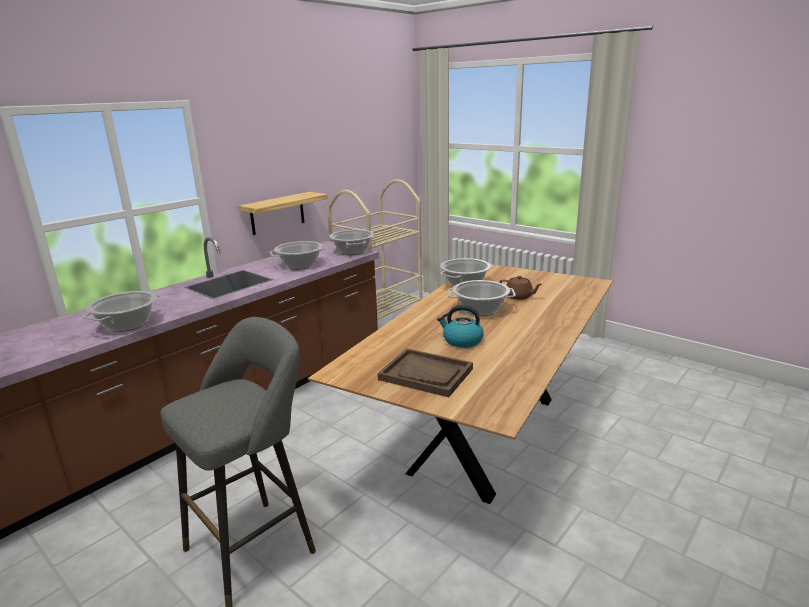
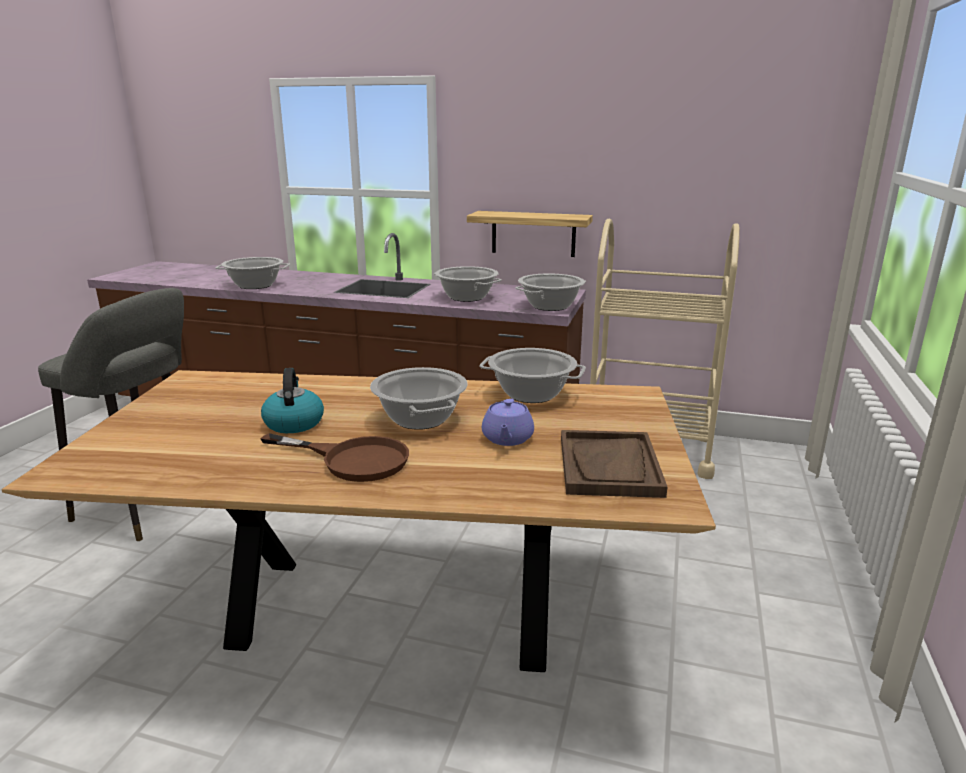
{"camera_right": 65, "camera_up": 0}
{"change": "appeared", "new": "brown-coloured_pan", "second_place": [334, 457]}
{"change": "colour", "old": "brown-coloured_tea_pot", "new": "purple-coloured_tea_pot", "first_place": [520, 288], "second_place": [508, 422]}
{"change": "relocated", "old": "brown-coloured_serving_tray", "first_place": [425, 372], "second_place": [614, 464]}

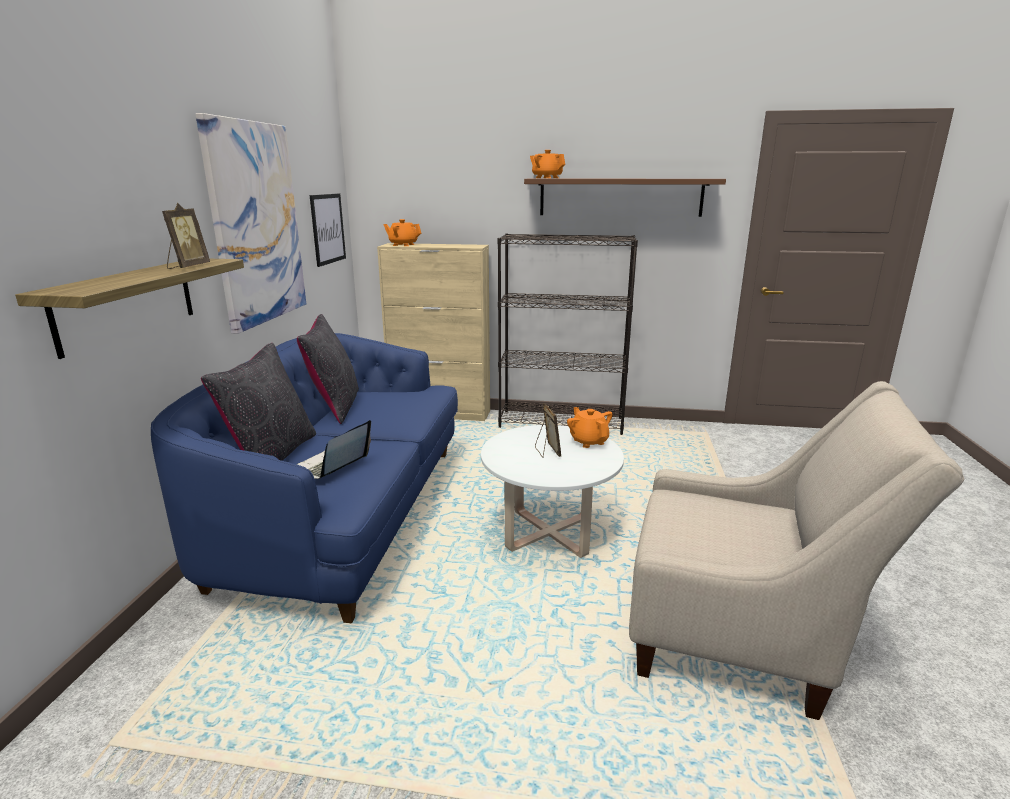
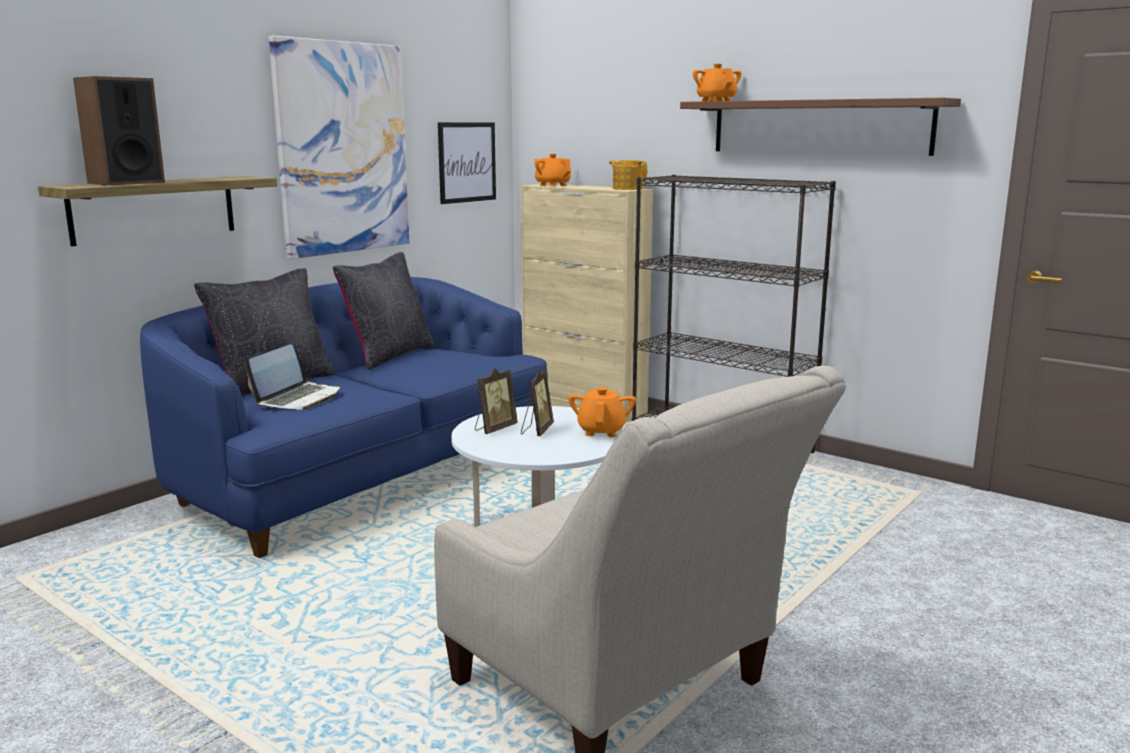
{"camera_right": 30, "camera_up": -5}
{"change": "appeared", "new": "loudspeaker", "second_place": [119, 130]}
{"change": "spun", "old": "notebook_computer", "first_place": [334, 449], "second_place": [292, 377], "degrees": 150}
{"change": "relocated", "old": "photo_frame", "first_place": [186, 236], "second_place": [496, 401]}
{"change": "appeared", "new": "tea_pot", "second_place": [628, 175]}

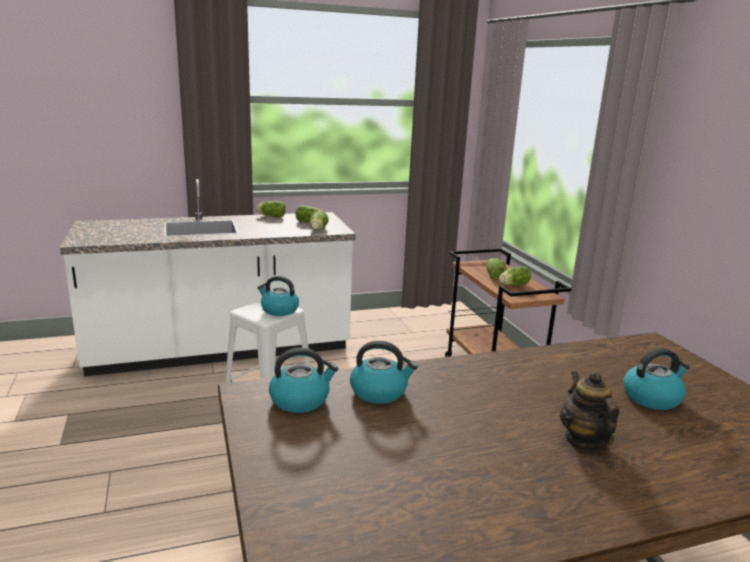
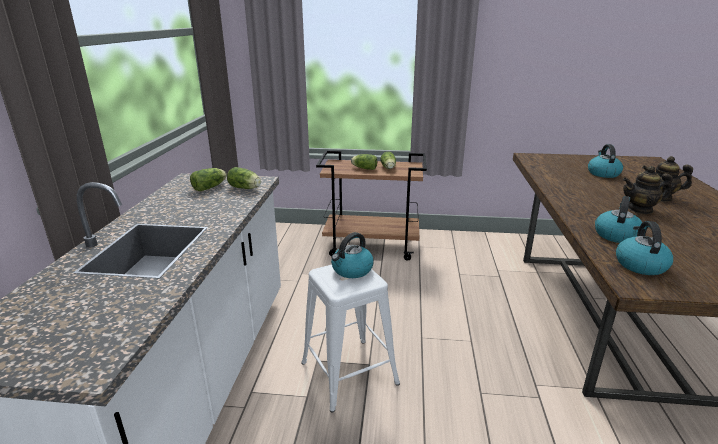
{"camera_right": -65, "camera_up": 5}
{"change": "appeared", "new": "tea_pot", "second_place": [648, 190]}
{"change": "missing", "old": "head_of_lettuce", "first_place": [271, 209]}

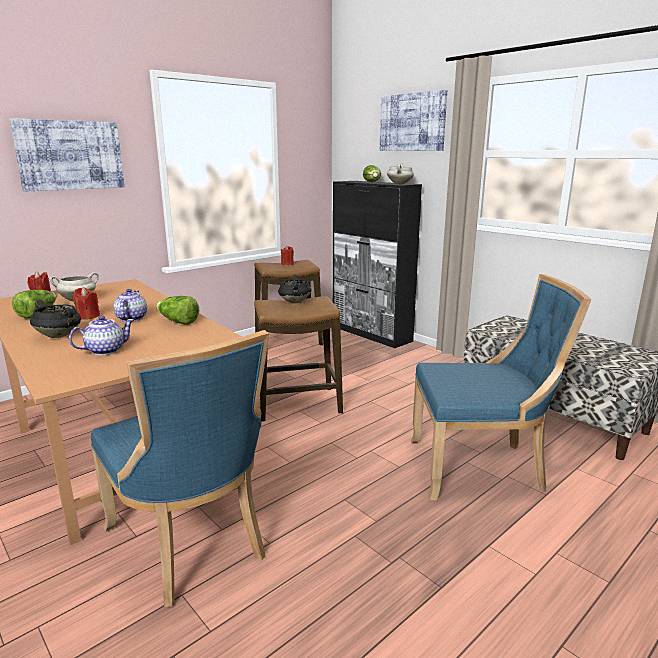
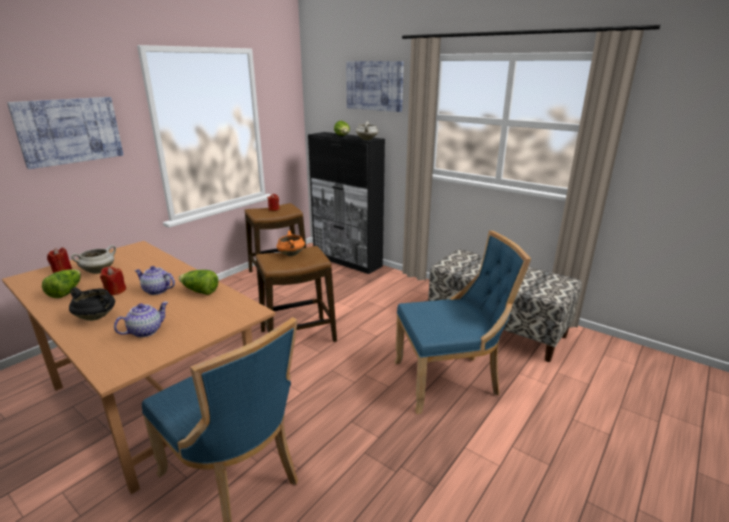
{"camera_right": -10, "camera_up": 5}
{"change": "spun", "old": "tea_pot", "first_place": [130, 305], "second_place": [155, 280], "degrees": -60}
{"change": "colour", "old": "black_stockpot", "new": "orangey_stockpot", "first_place": [295, 289], "second_place": [290, 243]}

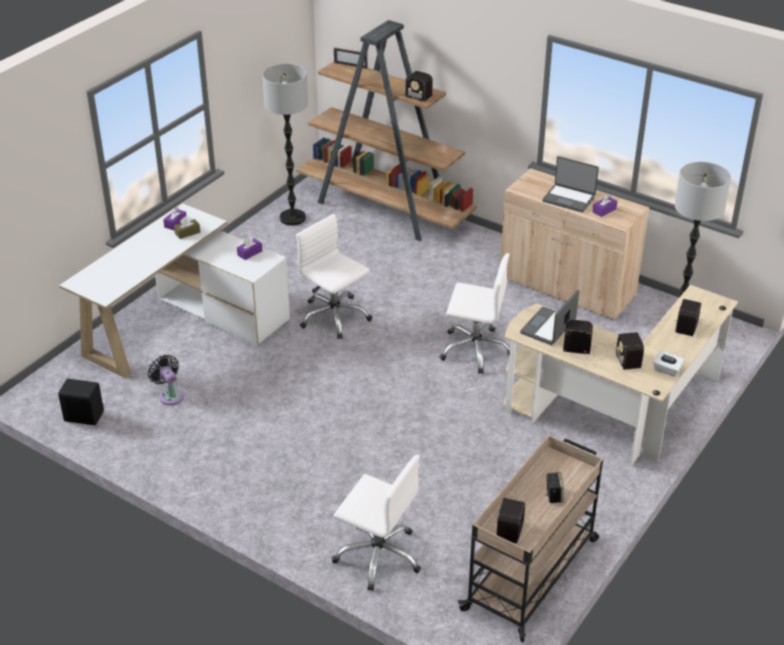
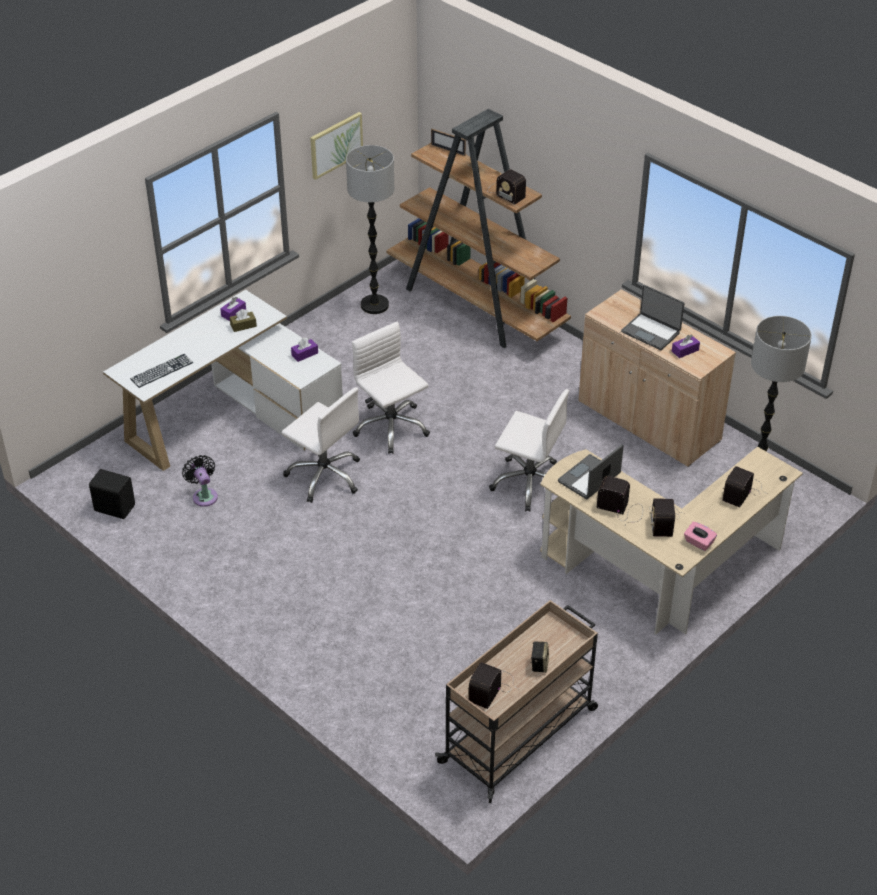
{"camera_right": 10, "camera_up": 5}
{"change": "appeared", "new": "PC_keyboard", "second_place": [161, 371]}
{"change": "relocated", "old": "white-coloured_desk_chair", "first_place": [376, 523], "second_place": [320, 445]}
{"change": "appeared", "new": "picture", "second_place": [336, 146]}
{"change": "colour", "old": "white-coloured_box_of_tissues", "new": "pink_box_of_tissues", "first_place": [668, 364], "second_place": [700, 536]}

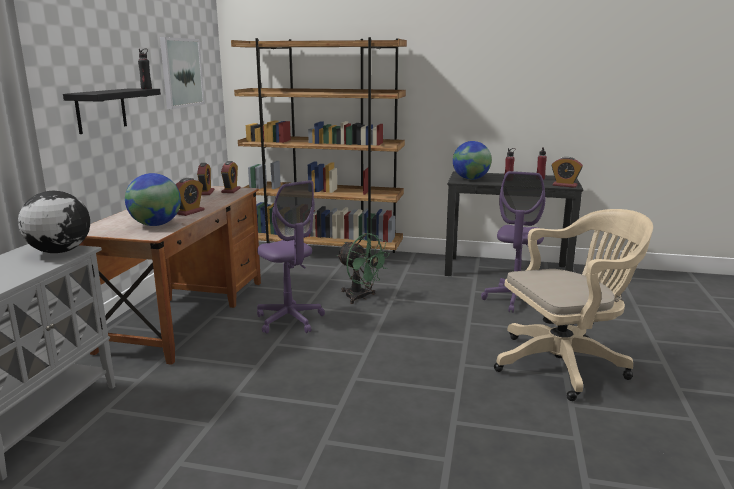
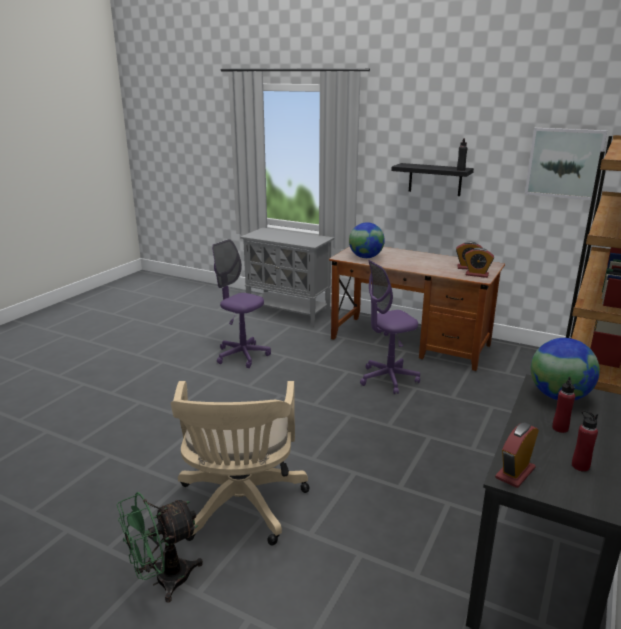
{"camera_right": 105, "camera_up": 5}
{"change": "relocated", "old": "green-coloured_fan", "first_place": [363, 268], "second_place": [160, 547]}
{"change": "relocated", "old": "purple-coloured_desk_chair", "first_place": [513, 242], "second_place": [241, 303]}
{"change": "missing", "old": "globe", "first_place": [54, 222]}
{"change": "missing", "old": "alarm_clock", "first_place": [190, 197]}

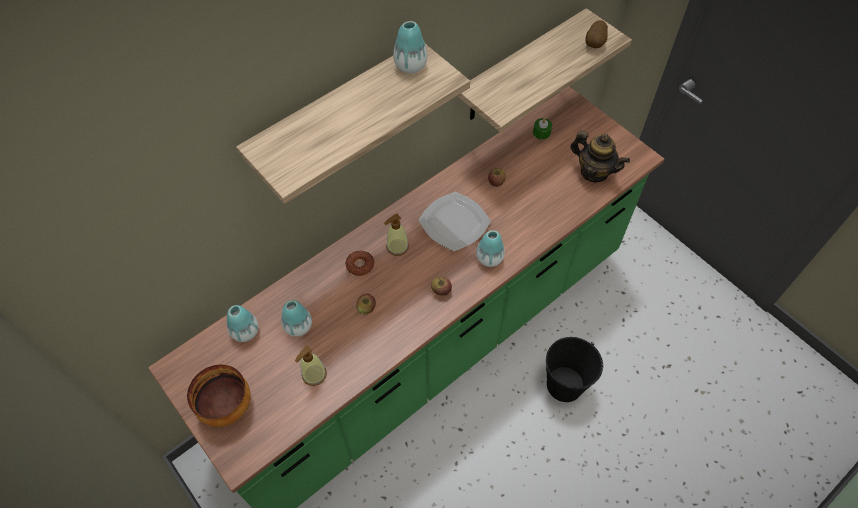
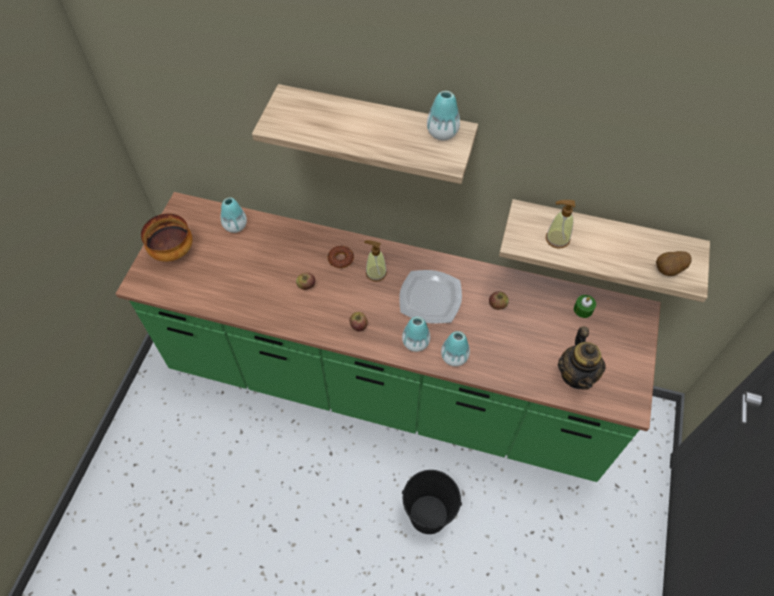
{"camera_right": 55, "camera_up": 0}
{"change": "relocated", "old": "decorative_vase", "first_place": [296, 318], "second_place": [455, 348]}
{"change": "relocated", "old": "soap_bottle", "first_place": [311, 365], "second_place": [560, 224]}

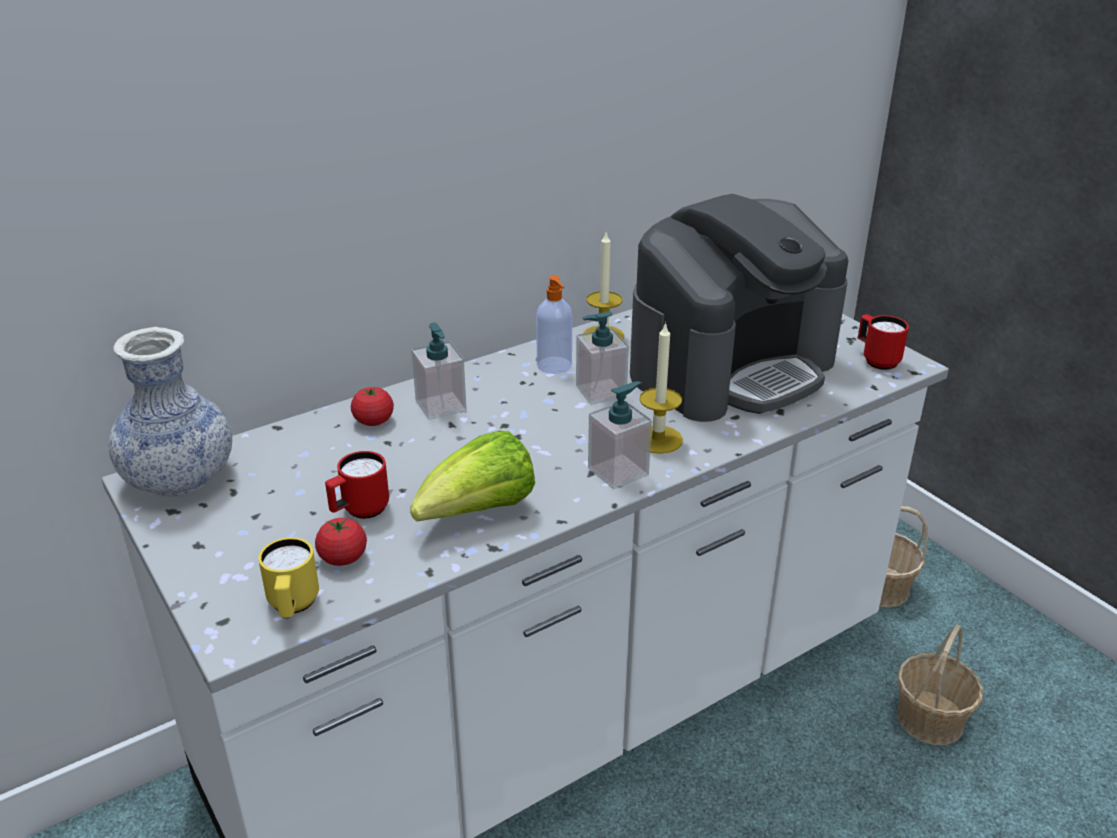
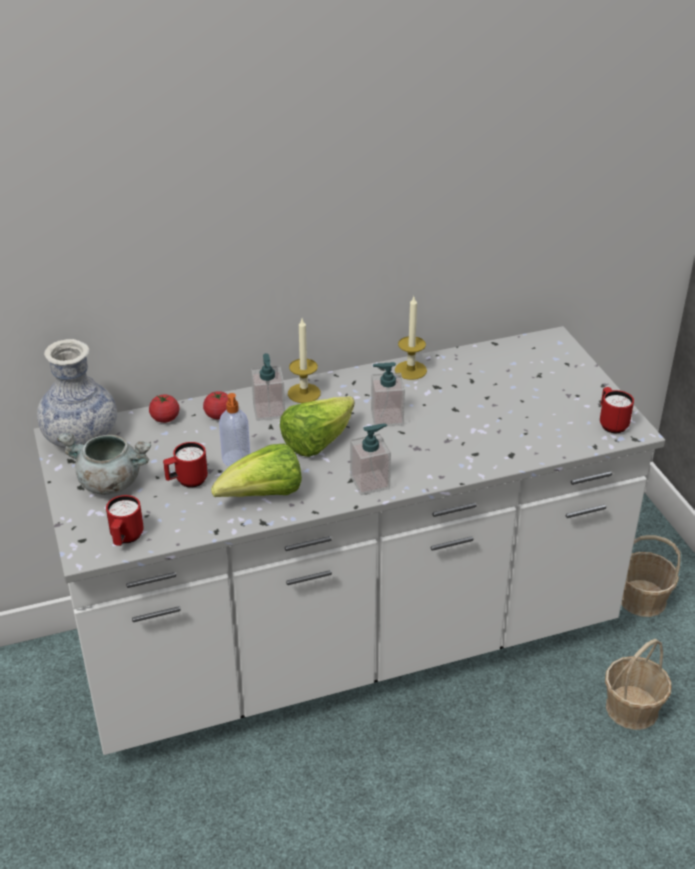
{"camera_right": 15, "camera_up": 5}
{"change": "appeared", "new": "gray_stockpot", "second_place": [104, 464]}
{"change": "colour", "old": "yellow_tea_mug", "new": "reddish_tea_mug", "first_place": [288, 577], "second_place": [125, 520]}
{"change": "relocated", "old": "whole_tomato", "first_place": [341, 542], "second_place": [164, 408]}
{"change": "relocated", "old": "soap_bottle", "first_place": [554, 325], "second_place": [234, 429]}
{"change": "appeared", "new": "head_of_lettuce", "second_place": [317, 426]}
{"change": "relocated", "old": "wax_candle", "first_place": [661, 388], "second_place": [304, 361]}
{"change": "missing", "old": "coffee_maker", "first_place": [739, 308]}

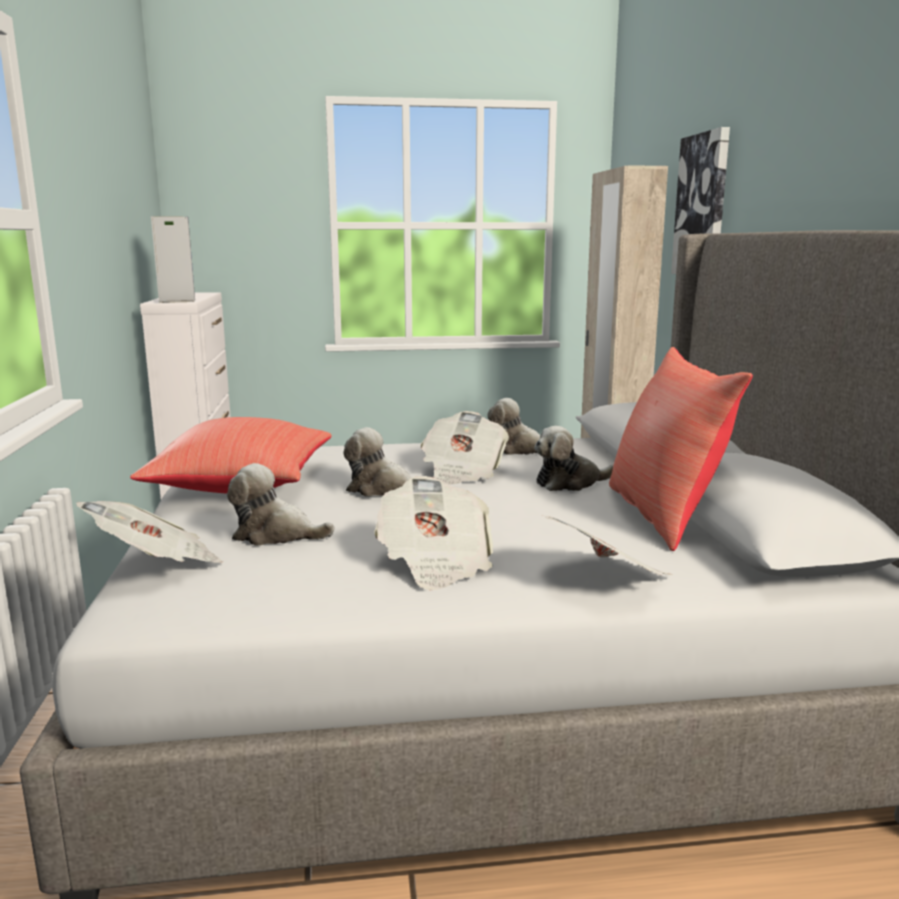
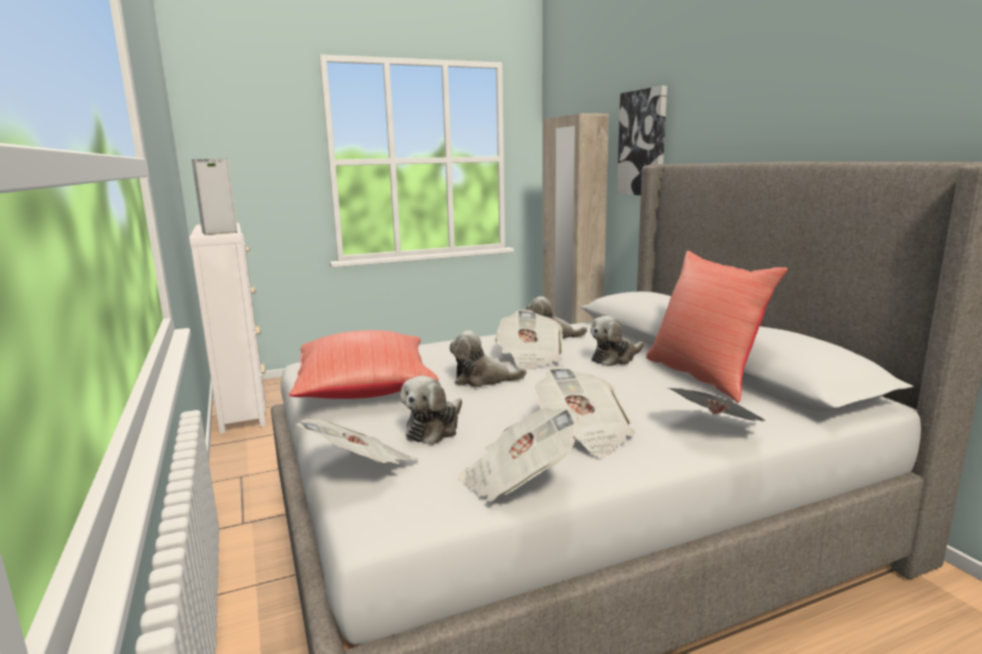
{"camera_right": -15, "camera_up": 0}
{"change": "spun", "old": "plush_toy", "first_place": [280, 504], "second_place": [431, 410], "degrees": -60}
{"change": "appeared", "new": "printed_paper", "second_place": [518, 455]}

